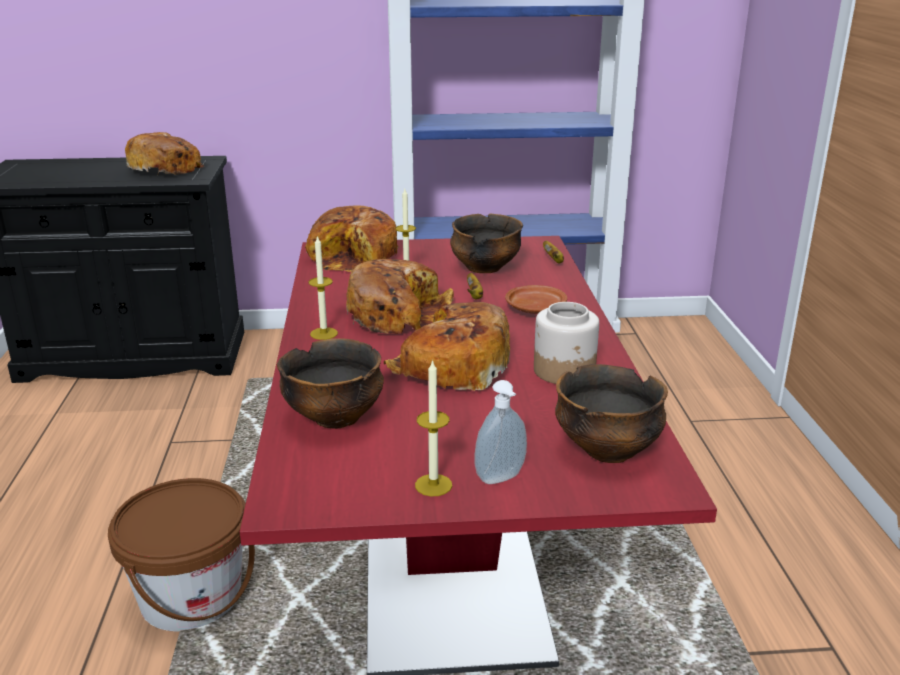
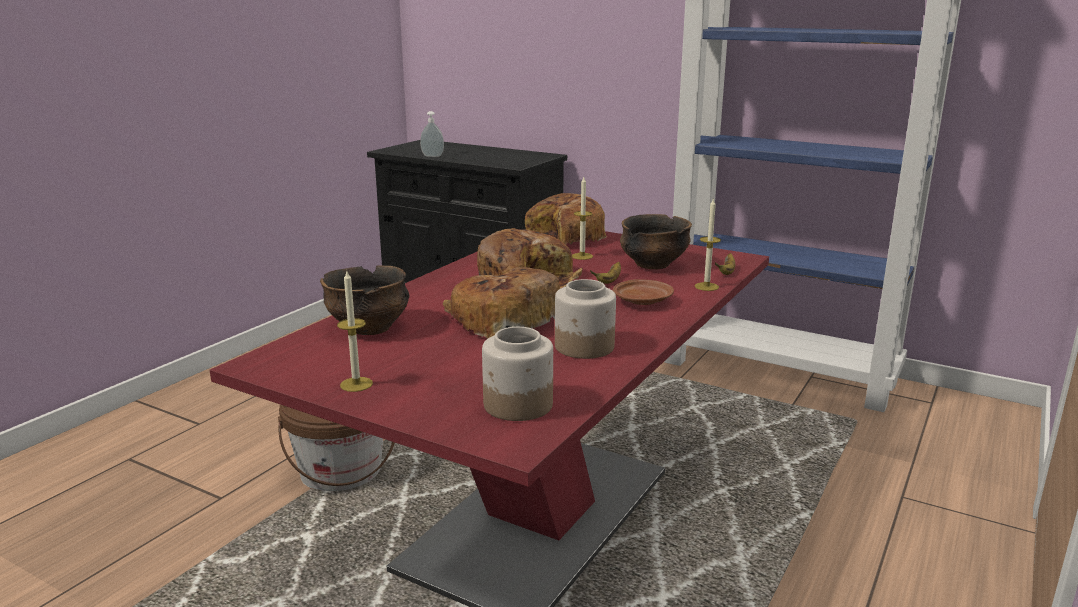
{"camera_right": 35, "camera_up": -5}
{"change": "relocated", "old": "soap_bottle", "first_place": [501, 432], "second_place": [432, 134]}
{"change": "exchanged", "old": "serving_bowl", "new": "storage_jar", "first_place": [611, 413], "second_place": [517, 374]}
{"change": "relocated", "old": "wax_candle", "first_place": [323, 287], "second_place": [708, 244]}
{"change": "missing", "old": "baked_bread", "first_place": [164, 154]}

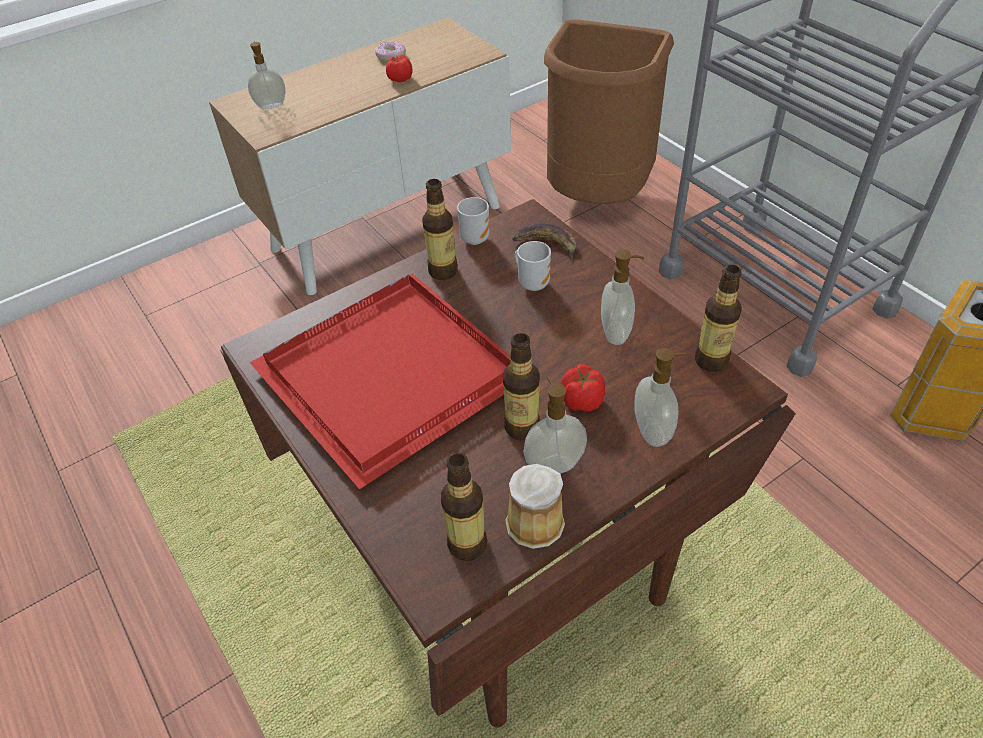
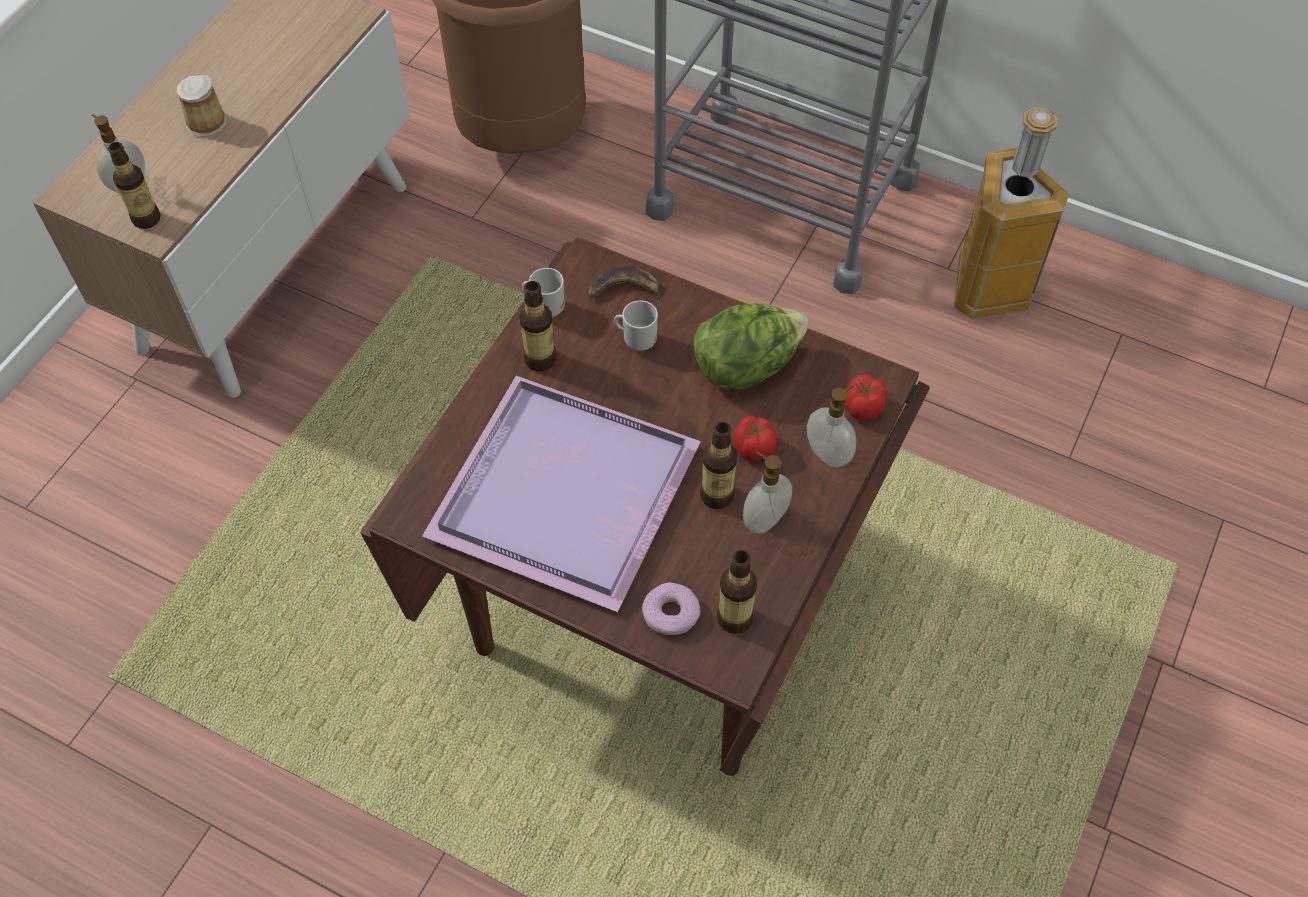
{"camera_right": -30, "camera_up": 10}
{"change": "relocated", "old": "beverage_bottle", "first_place": [718, 318], "second_place": [134, 185]}
{"change": "relocated", "old": "tea_mug", "first_place": [535, 506], "second_place": [202, 106]}
{"change": "colour", "old": "reddish_serving_tray", "new": "purple-coloured_serving_tray", "first_place": [380, 382], "second_place": [561, 494]}
{"change": "relocated", "old": "doughnut", "first_place": [390, 52], "second_place": [671, 608]}
{"change": "exchanged", "old": "soap_bottle", "new": "head_of_lettuce", "first_place": [622, 297], "second_place": [751, 346]}
{"change": "relocated", "old": "whole_tomato", "first_place": [399, 68], "second_place": [865, 397]}

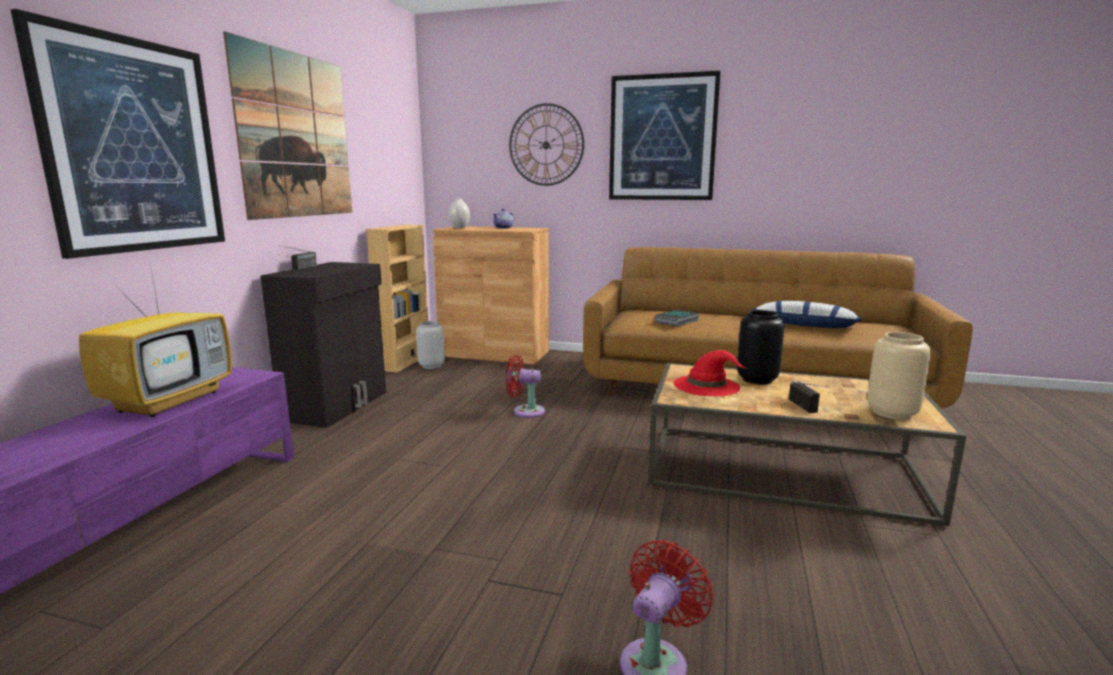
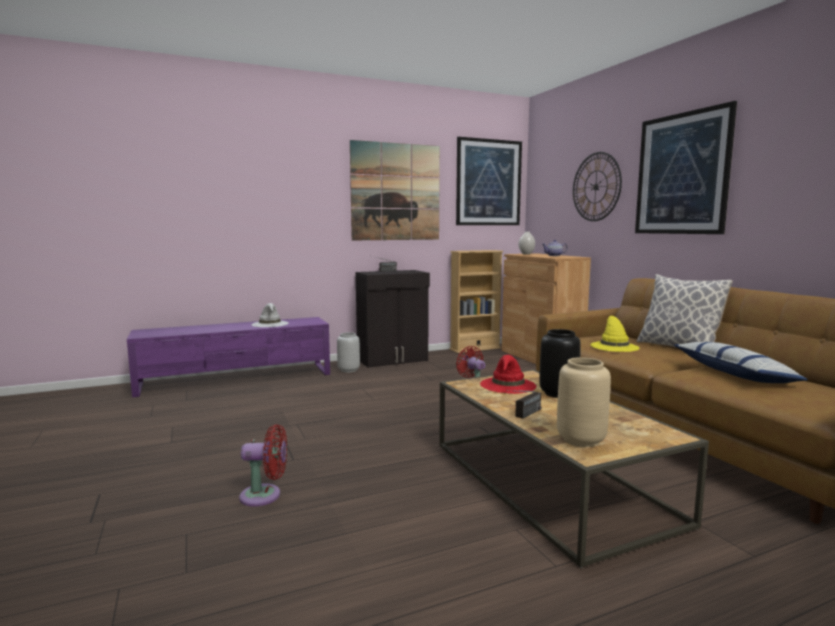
{"camera_right": 50, "camera_up": -5}
{"change": "exchanged", "old": "television", "new": "white-coloured_hat", "first_place": [155, 337], "second_place": [270, 315]}
{"change": "relocated", "old": "gray_decorative_vase", "first_place": [430, 345], "second_place": [348, 352]}
{"change": "relocated", "old": "picture", "first_place": [117, 134], "second_place": [489, 181]}
{"change": "exchanged", "old": "book", "new": "yellow_hat", "first_place": [677, 318], "second_place": [615, 334]}
{"change": "appeared", "new": "throw_pillow", "second_place": [685, 311]}

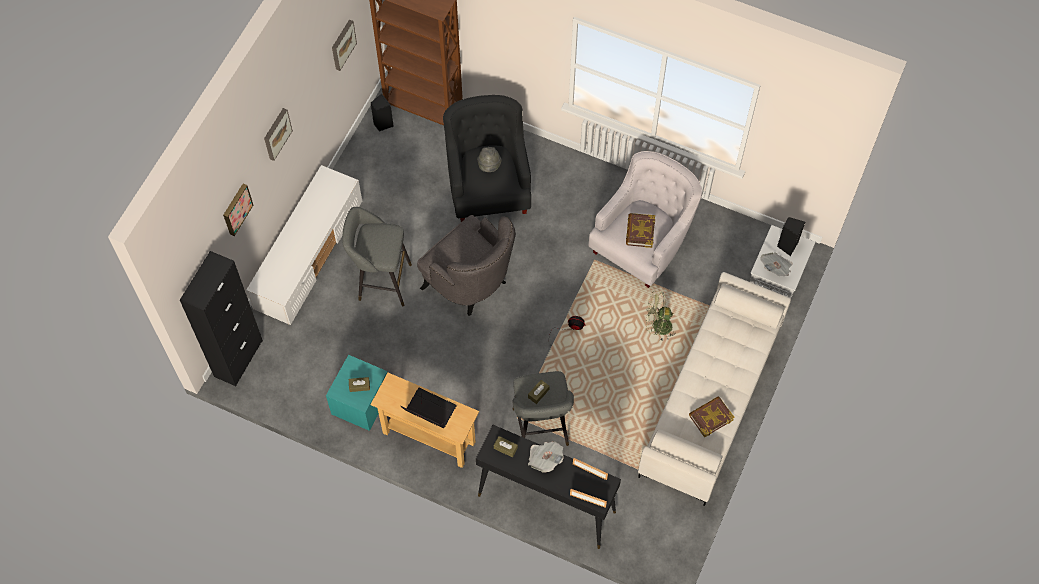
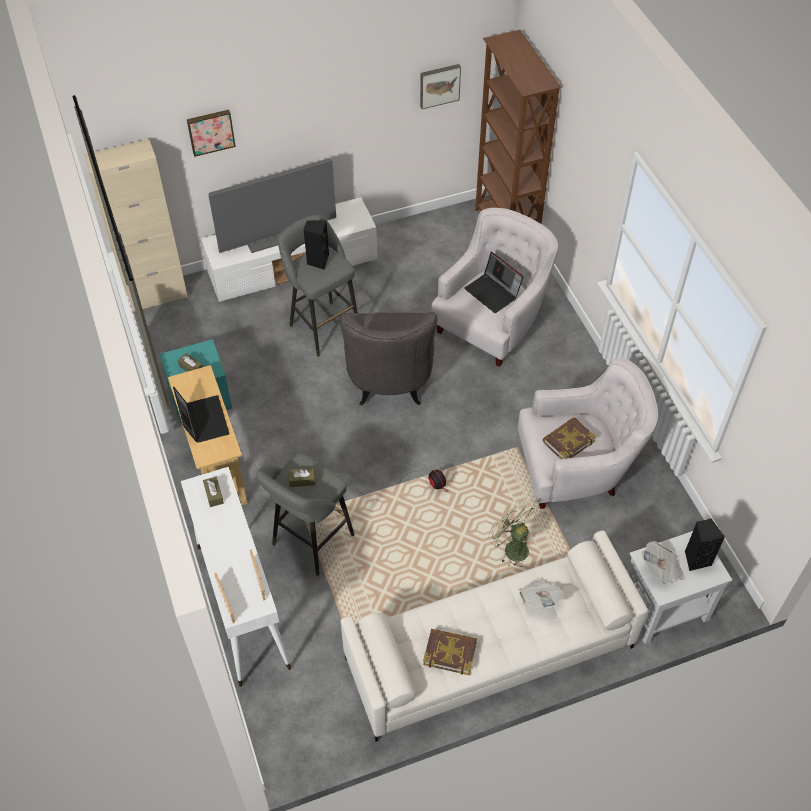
{"camera_right": 45, "camera_up": -10}
{"change": "colour", "old": "black_cupboard", "new": "beige-coloured_cupboard", "first_place": [221, 318], "second_place": [136, 225]}
{"change": "colour", "old": "black_console_table", "new": "white-coloured_console_table", "first_place": [548, 487], "second_place": [236, 577]}
{"change": "appeared", "new": "television", "second_place": [272, 205]}
{"change": "relocated", "old": "black_loudspeaker", "first_place": [382, 113], "second_place": [316, 245]}
{"change": "colour", "old": "black_easy_chair", "new": "white-coloured_easy_chair", "first_place": [487, 158], "second_place": [495, 287]}
{"change": "exchanged", "old": "gray_hat", "new": "notebook_computer", "first_place": [489, 159], "second_place": [493, 282]}
{"change": "relocated", "old": "printed_paper", "first_place": [546, 456], "second_place": [541, 593]}
{"change": "missing", "old": "picture", "first_place": [278, 134]}

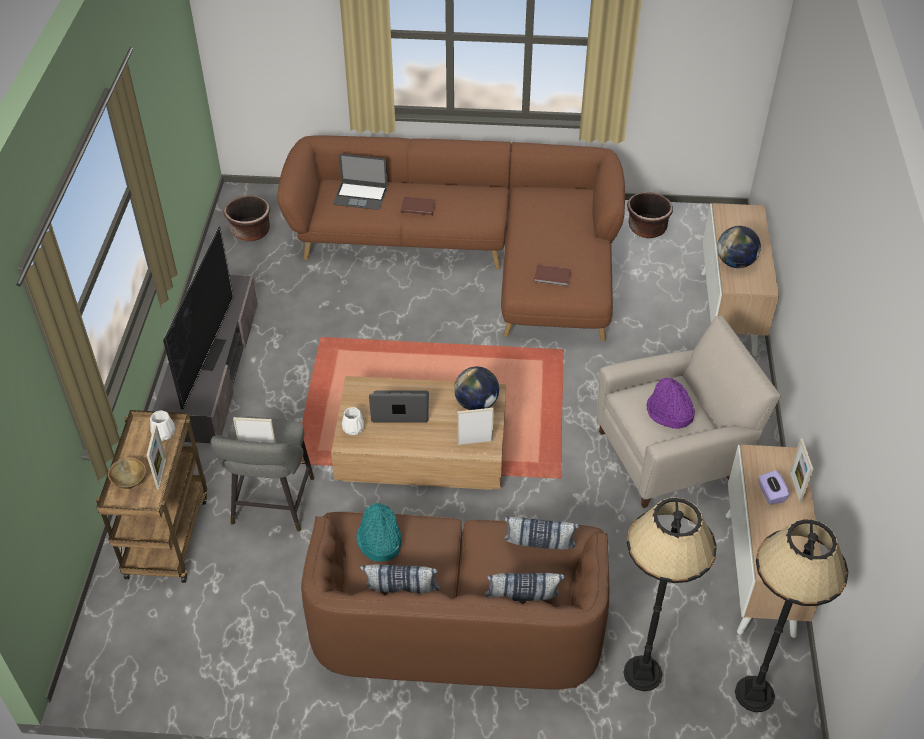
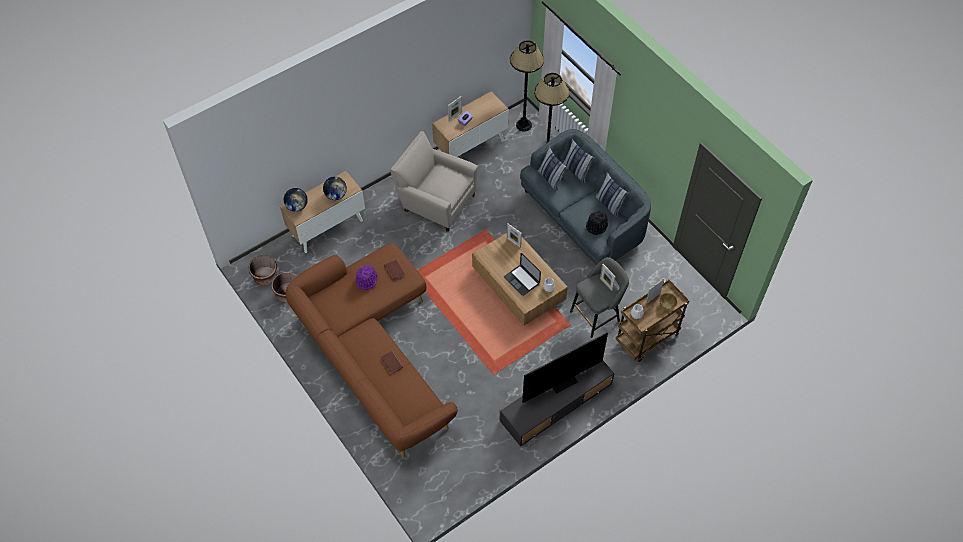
{"camera_right": -130, "camera_up": 10}
{"change": "relocated", "old": "brown-coloured_plant_pot", "first_place": [247, 219], "second_place": [262, 270]}
{"change": "relocated", "old": "globe", "first_place": [476, 388], "second_place": [296, 200]}
{"change": "relocated", "old": "purple-coloured_hat", "first_place": [671, 403], "second_place": [367, 277]}
{"change": "colour", "old": "brown-coloured_settee", "new": "gray_settee", "first_place": [455, 601], "second_place": [585, 197]}
{"change": "colour", "old": "turquoise_hat", "new": "black_hat", "first_place": [378, 532], "second_place": [597, 223]}
{"change": "missing", "old": "notebook_computer", "first_place": [360, 182]}

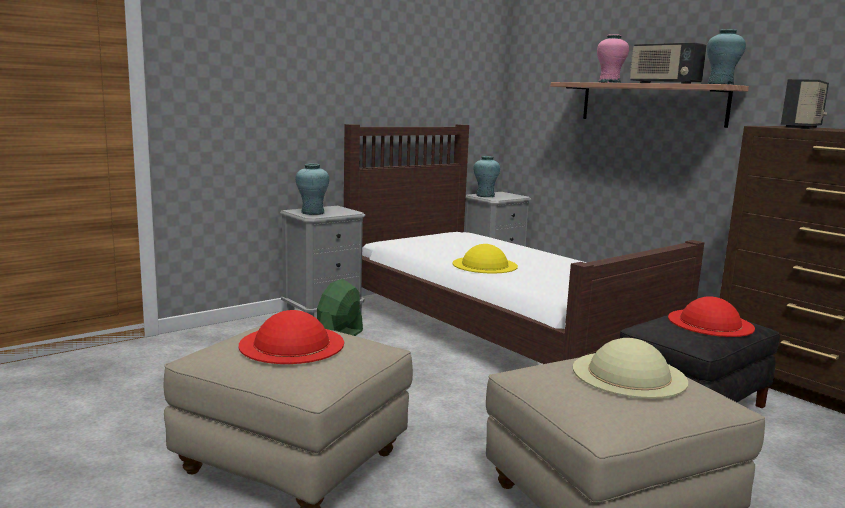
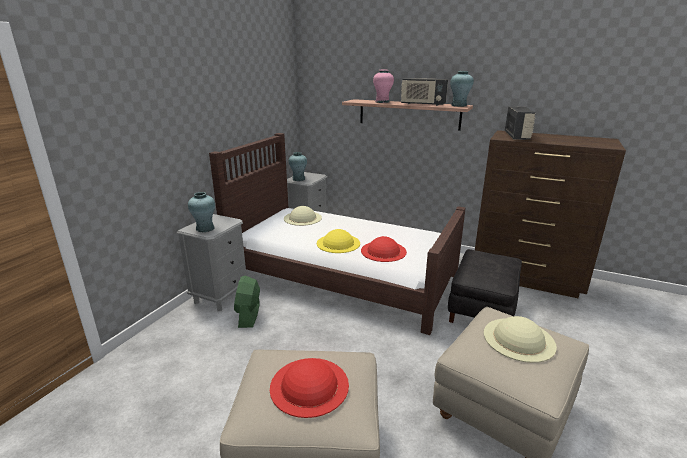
{"camera_right": -25, "camera_up": 10}
{"change": "appeared", "new": "beige-coloured_hat", "second_place": [303, 216]}
{"change": "relocated", "old": "reddish_hat", "first_place": [711, 317], "second_place": [384, 249]}

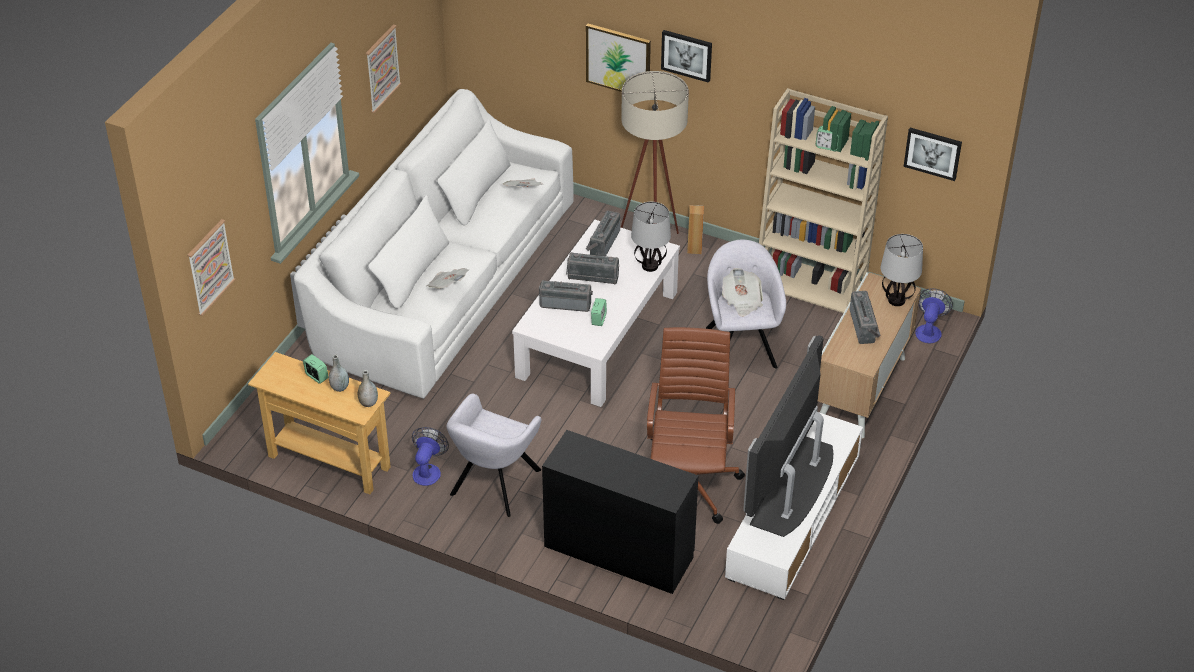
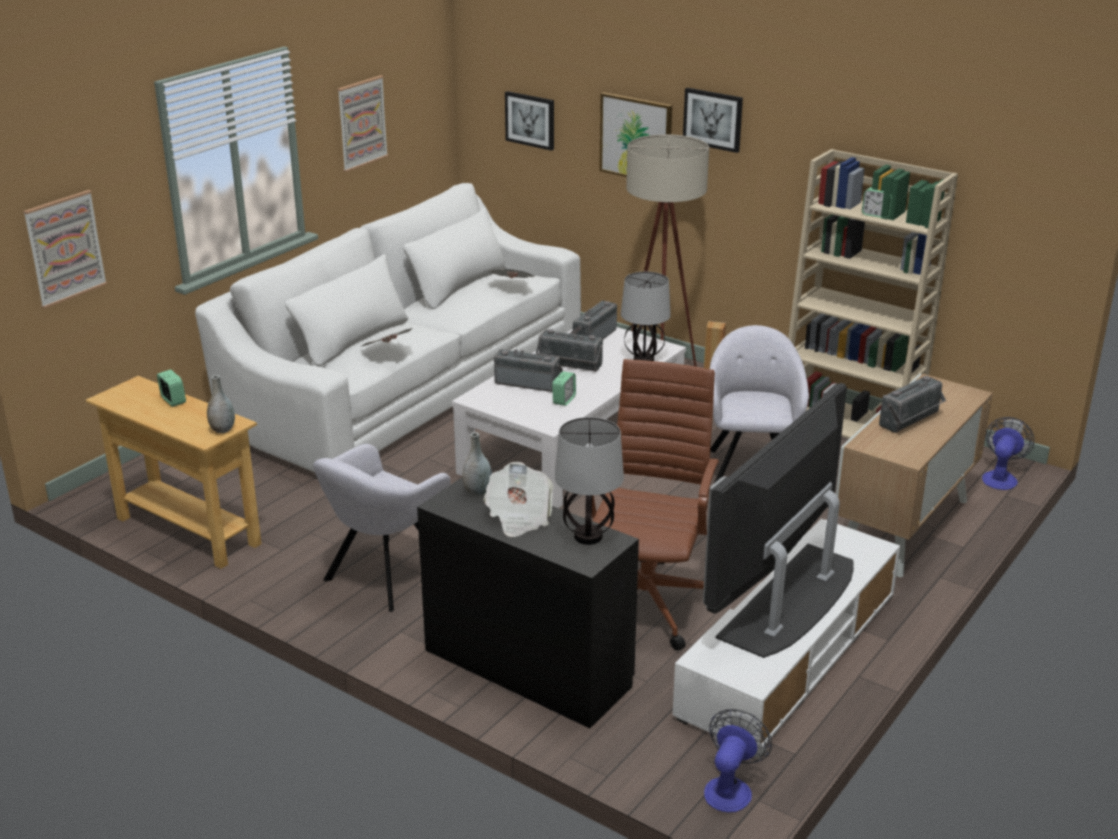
{"camera_right": 10, "camera_up": -15}
{"change": "relocated", "old": "gray_decorative_vase", "first_place": [339, 373], "second_place": [477, 464]}
{"change": "relocated", "old": "printed_paper", "first_place": [742, 292], "second_place": [518, 499]}
{"change": "relocated", "old": "picture", "first_place": [932, 154], "second_place": [529, 121]}
{"change": "relocated", "old": "lamp_for_a_table", "first_place": [902, 270], "second_place": [589, 481]}
{"change": "relocated", "old": "fan", "first_place": [430, 456], "second_place": [738, 760]}
{"change": "spun", "old": "radio_set", "first_place": [864, 317], "second_place": [912, 404], "degrees": 45}

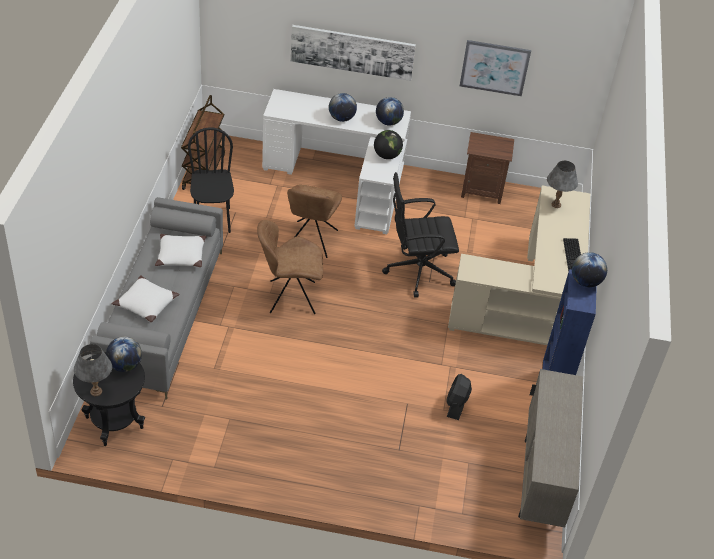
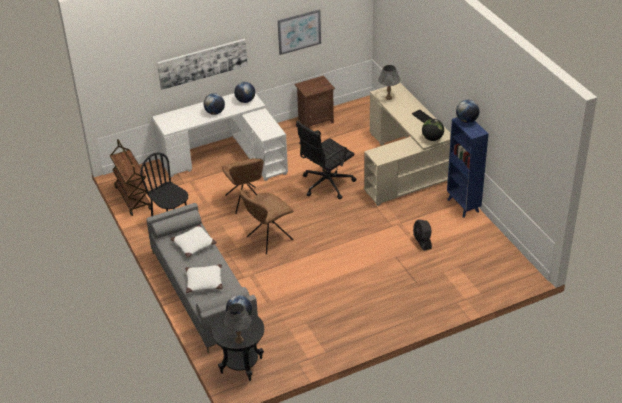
{"camera_right": -30, "camera_up": -5}
{"change": "relocated", "old": "globe", "first_place": [388, 144], "second_place": [433, 130]}
{"change": "missing", "old": "beige-coloured_cupboard", "first_place": [550, 448]}

